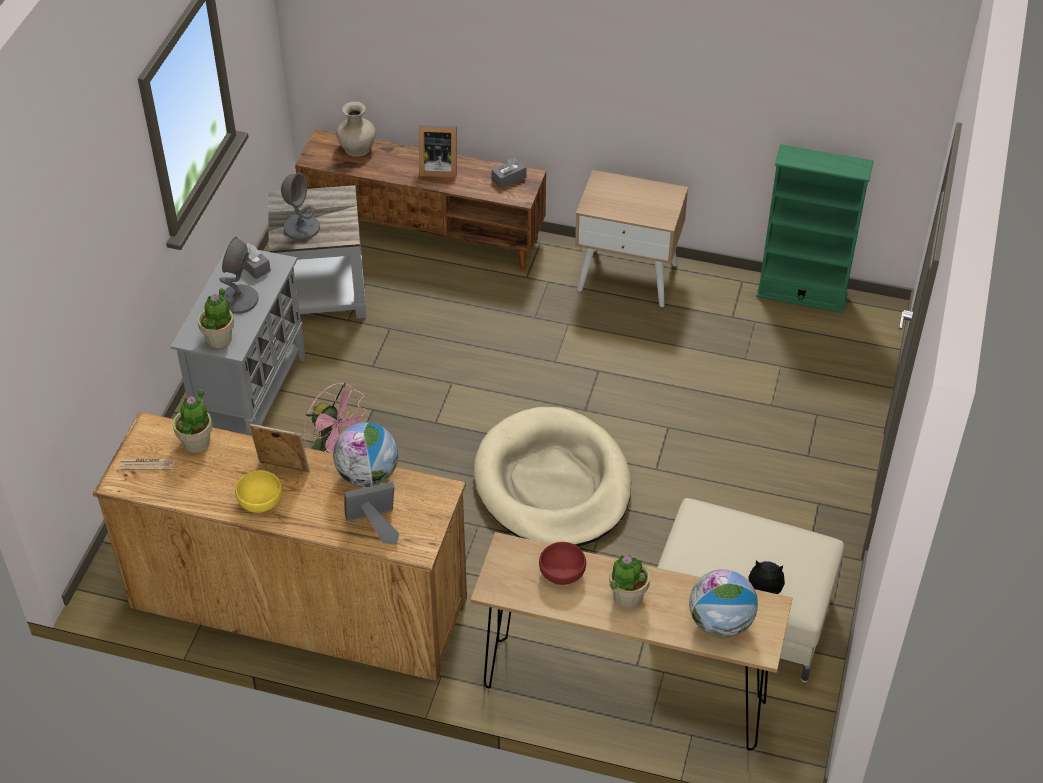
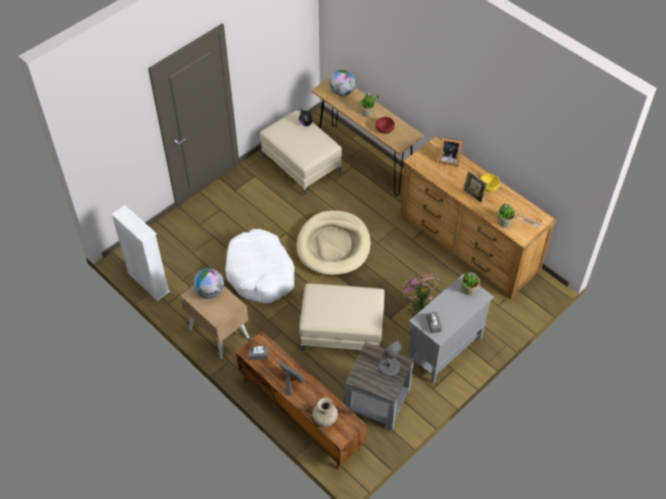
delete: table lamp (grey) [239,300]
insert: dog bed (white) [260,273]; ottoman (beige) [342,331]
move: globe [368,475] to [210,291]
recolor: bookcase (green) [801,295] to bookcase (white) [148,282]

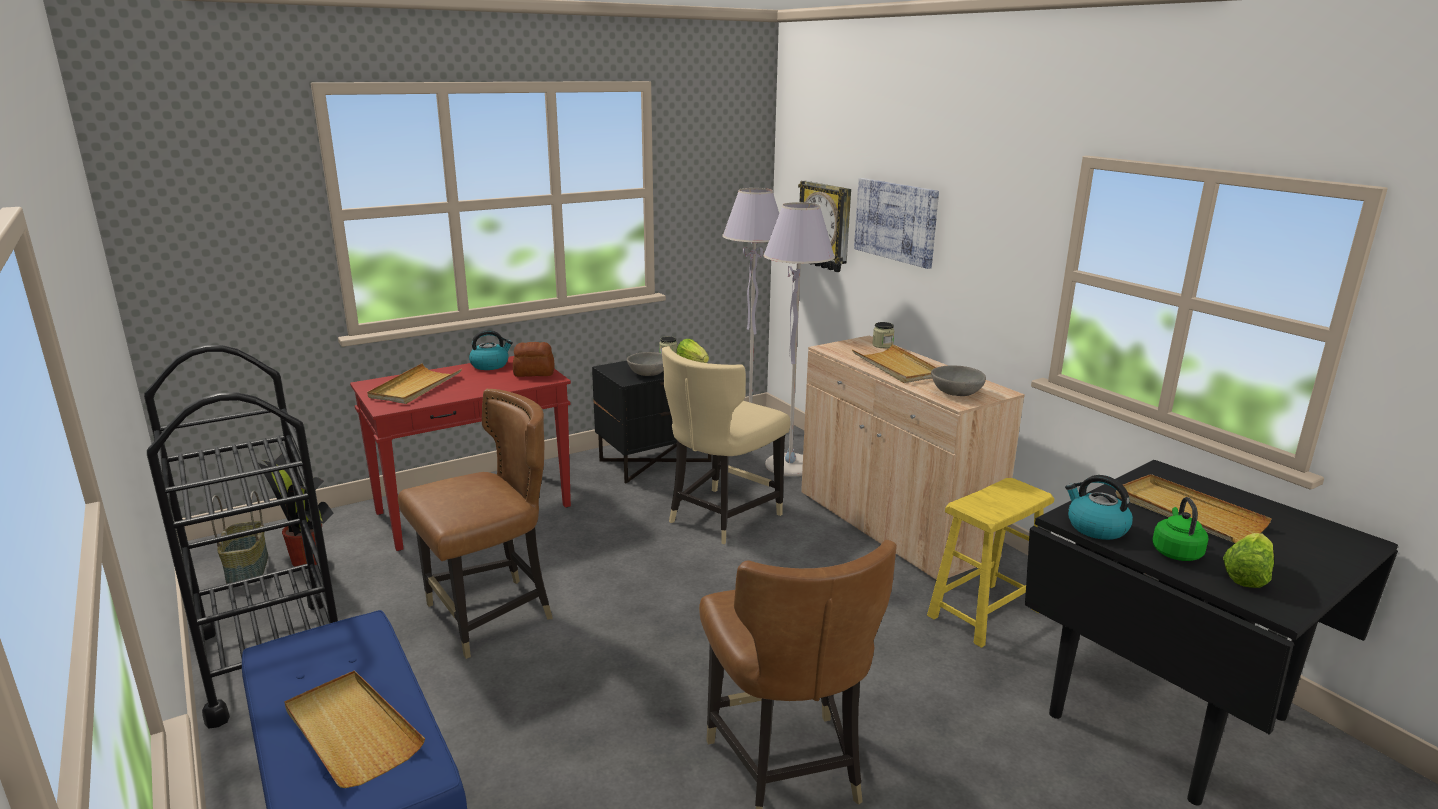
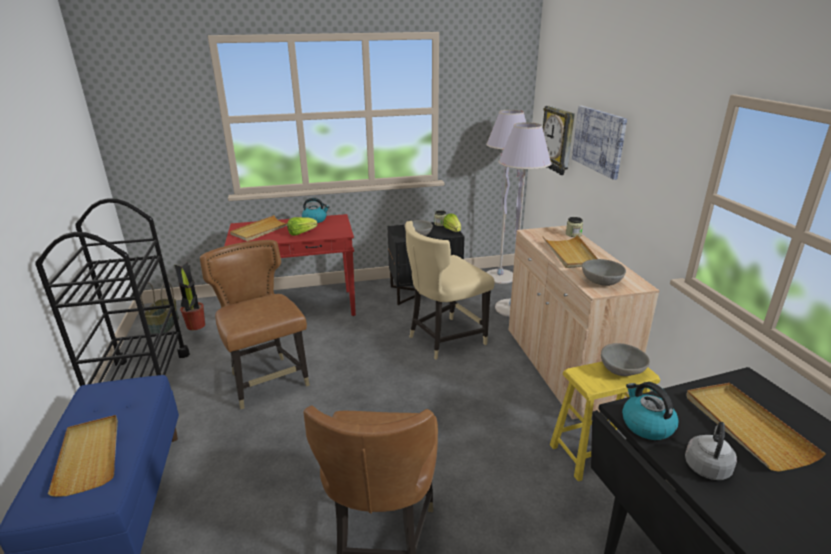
delete: bread [534,373]
insert: bowl (grey) [621,370]
move: lettuce [1246,575] to [301,233]
recolor: kettle (green) [1175,552] to kettle (grey) [707,466]
rotate: chair (brown) [490,615] = [267,381] 105 degrees counterclockwise

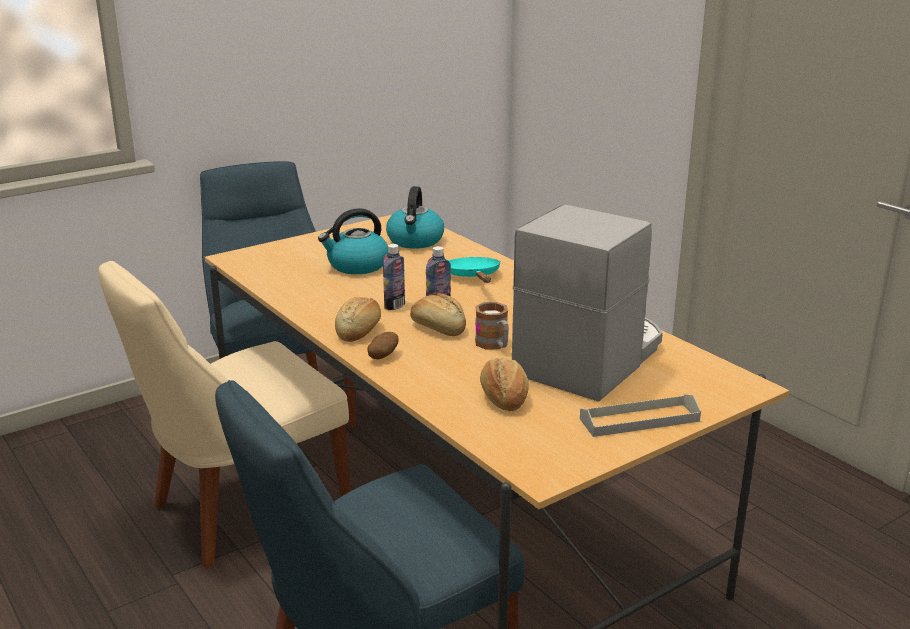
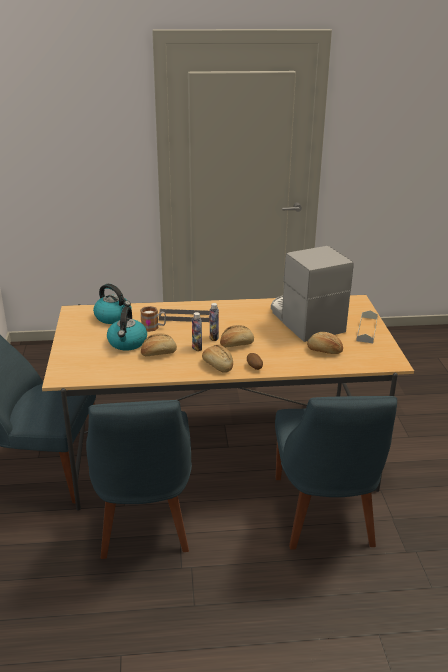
insert: bread [158,353]
move: mug [494,345] to [153,327]
replace: frying pan (turquoise) [473,277] to tray (grey) [185,317]
recolor: chair (beige) [242,510] to chair (blue) [143,521]

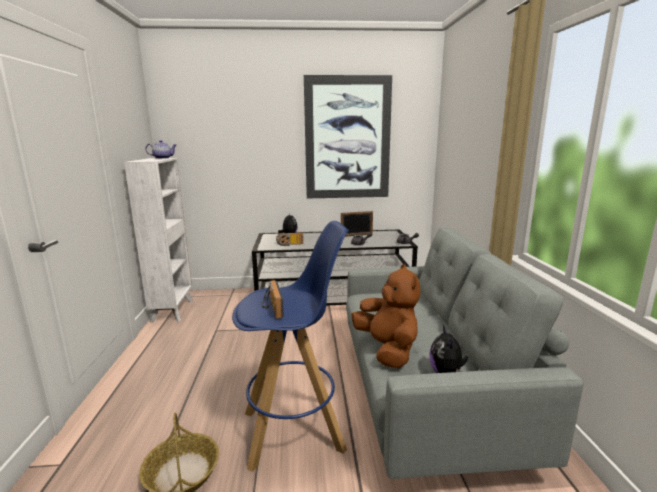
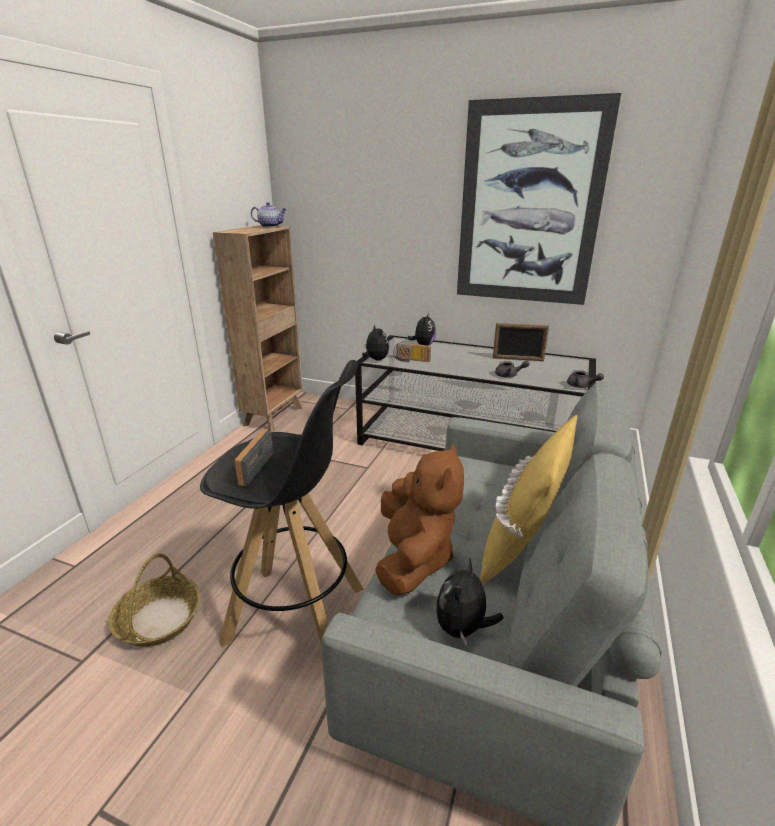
insert: plush toy [375,359]; pillow (yellow) [522,547]
recolor: bookcase (white) [173,310] to bookcase (brown) [274,416]; stool (blue) [294,430] to stool (black) [297,614]

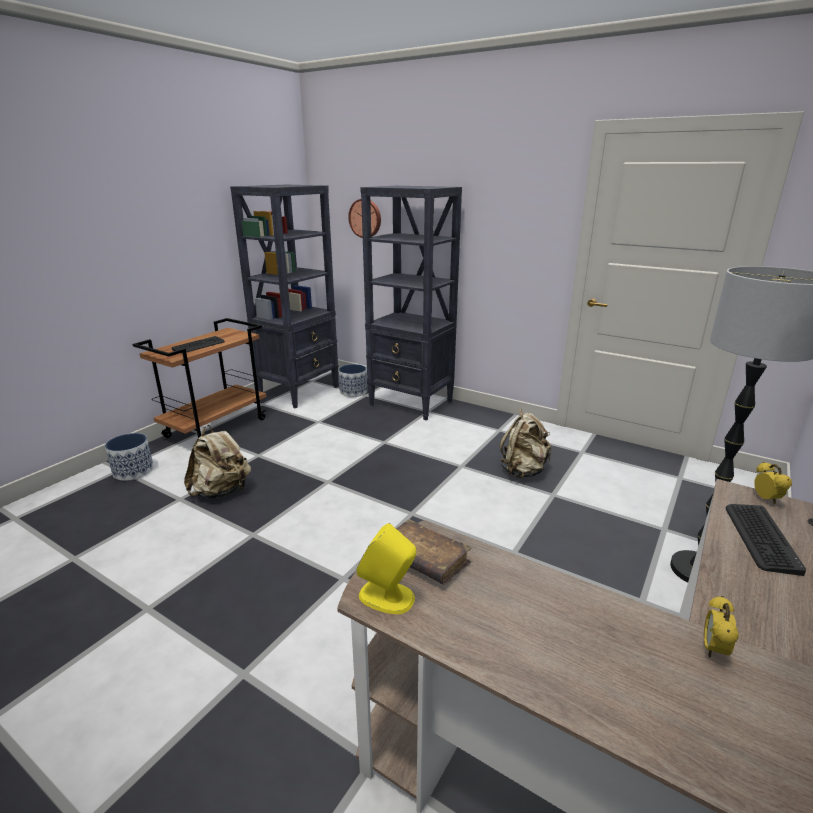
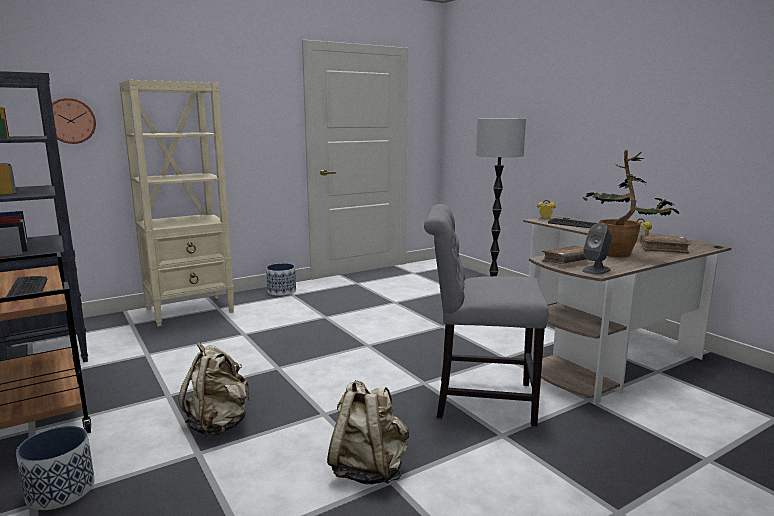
insert: chair (grey) [478,400]; potted plant [622,255]; book (brown) [663,249]
move: planter [353,392] to [282,291]; backpack (beige) [523,470] to [368,469]
recolor: speaker (yellow) [387,597] to speaker (grey) [596,270]; bookcase (black) [411,403] to bookcase (beige) [191,310]

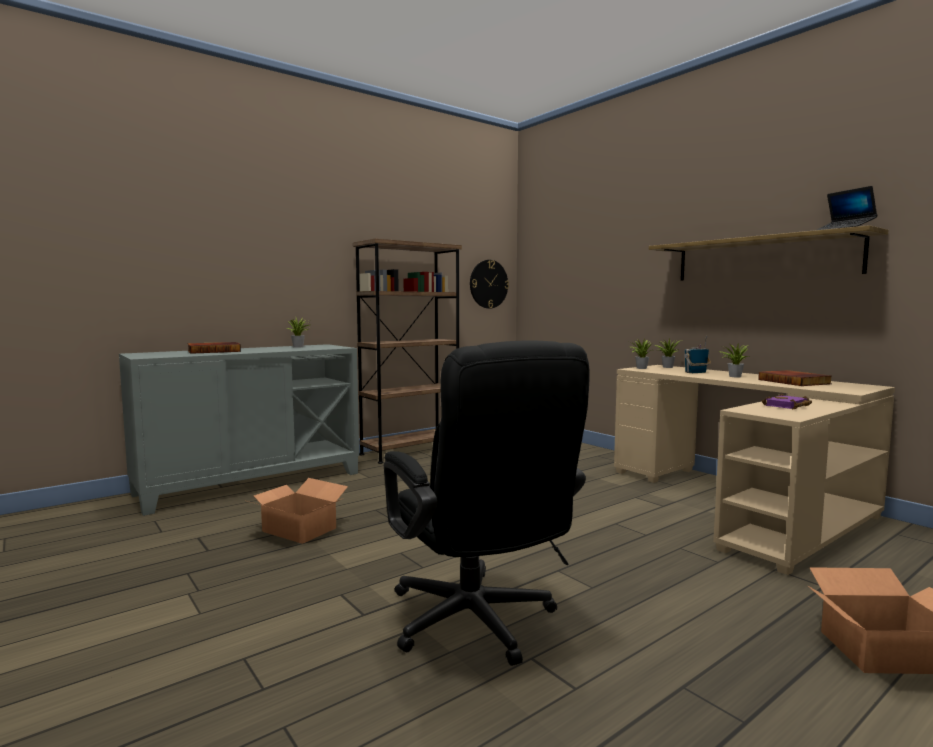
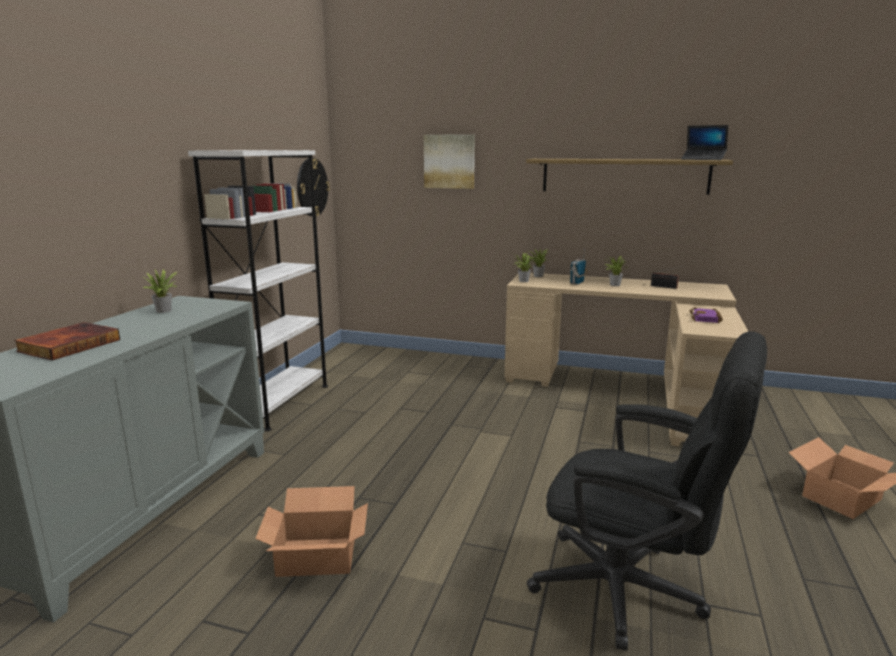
insert: picture [449,161]
replace: book [795,382] to radio [665,287]
recolor: bookcase (brown) [410,451] to bookcase (white) [279,403]

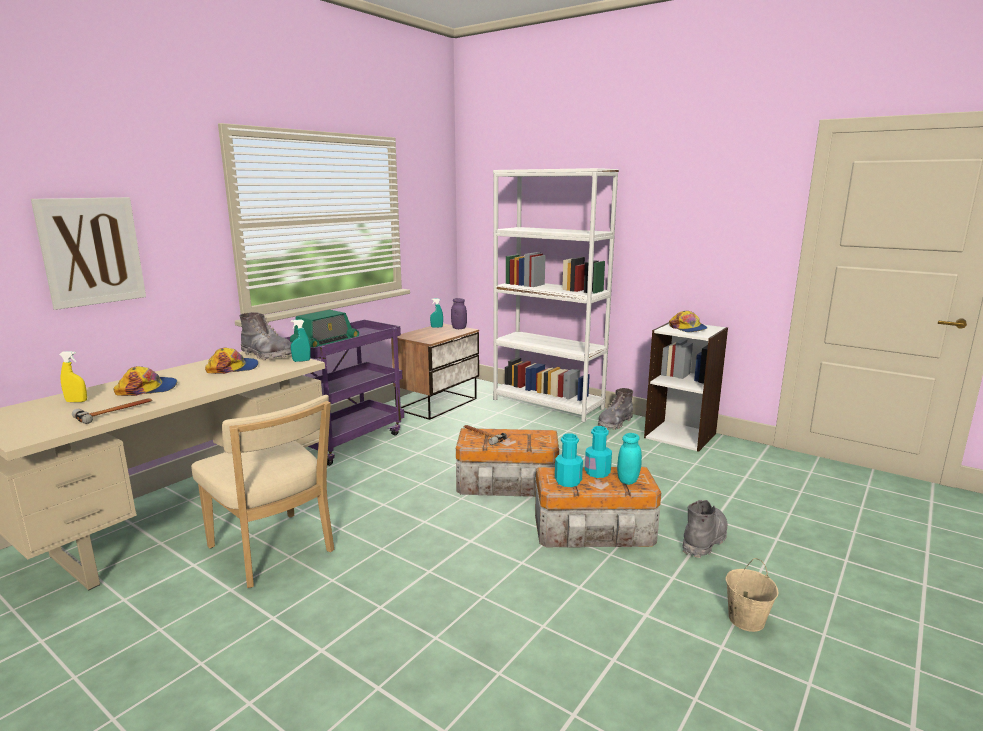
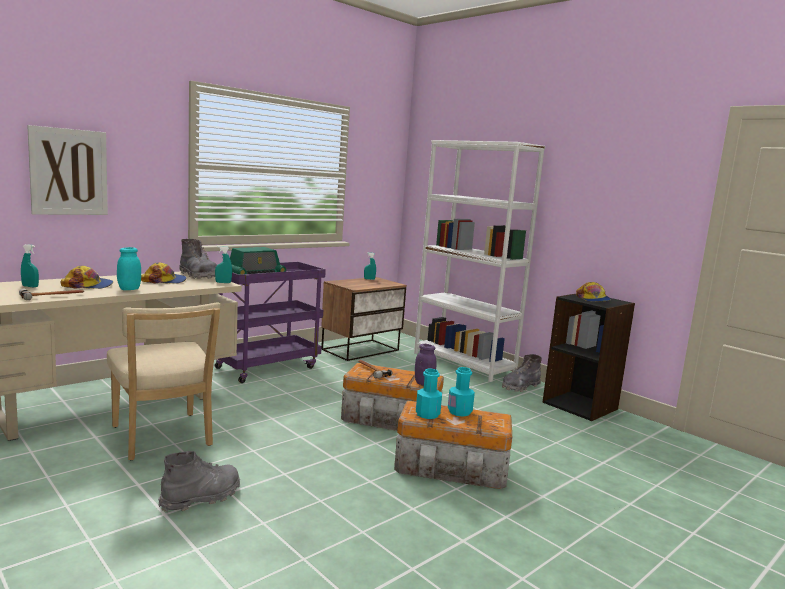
delete: bucket (beige) [745,619]
move: jar (purple) [459,328] to [424,383]; jar (turquoise) [628,480] to [129,289]; boot (grey) [704,540] to [201,497]
recolor: spray bottle (yellow) [76,401] to spray bottle (turquoise) [30,286]; bookcase (white) [680,435] to bookcase (black) [580,405]

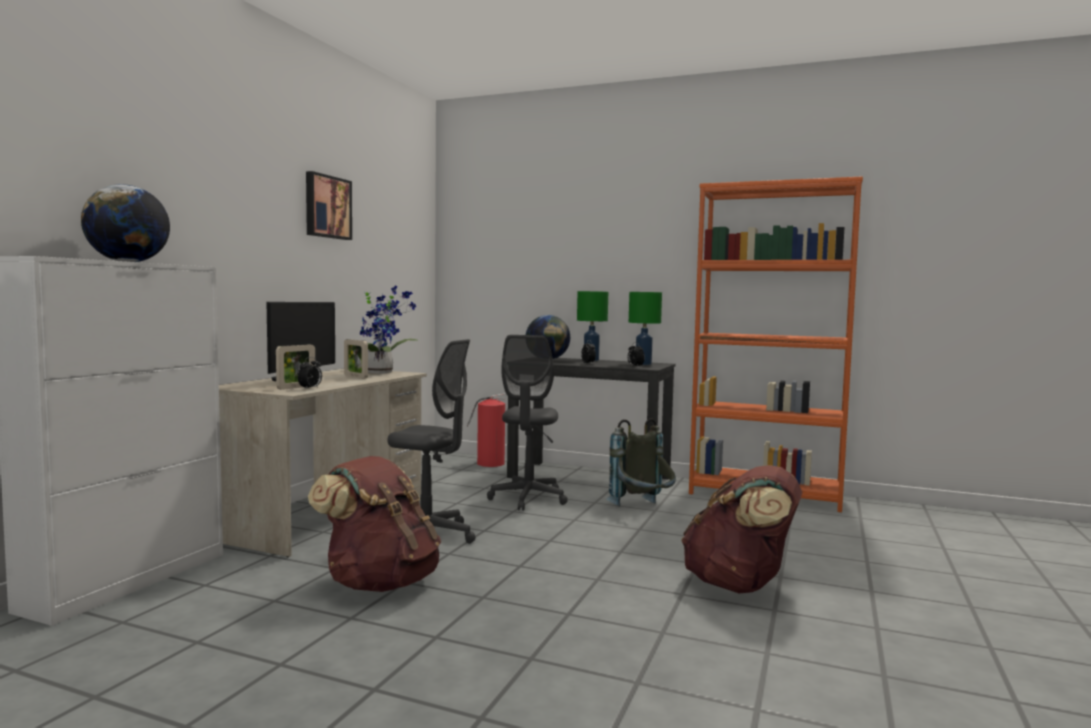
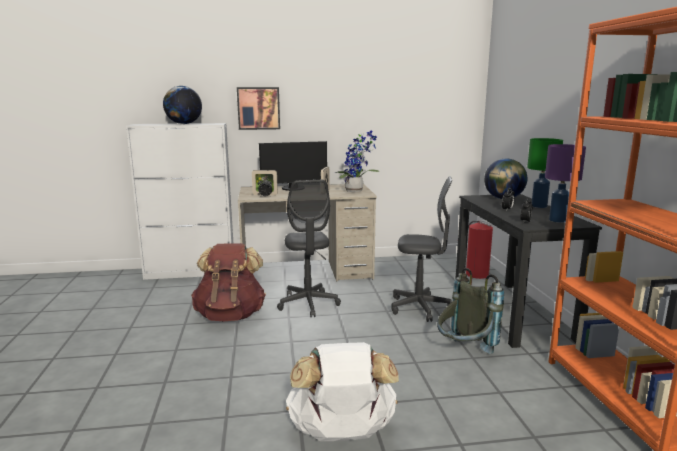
move: picture [327,207] to [258,108]
recolor: table lamp (green) [642,364] to table lamp (purple) [557,220]; backpack (brown) [740,585] to backpack (white) [342,434]
rotate: office chair (grey) [528,499] = [420,307] 150 degrees counterclockwise

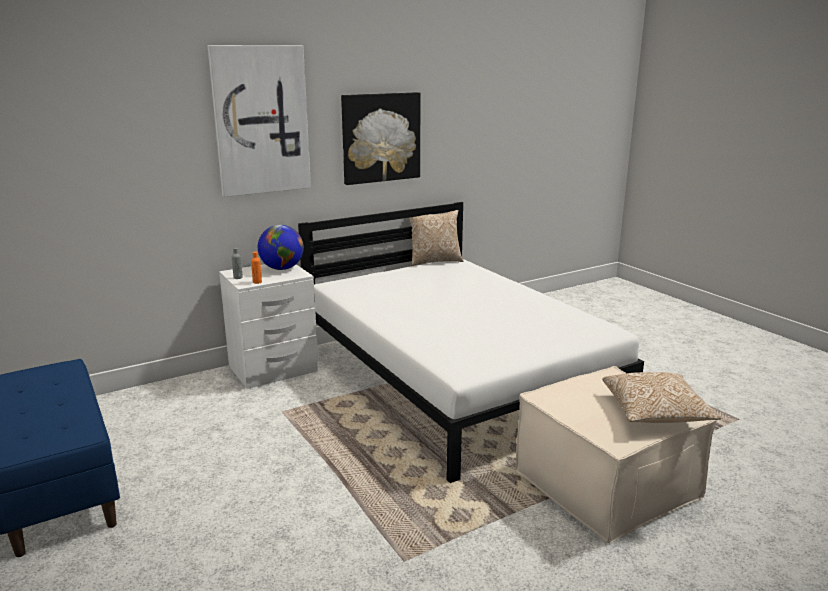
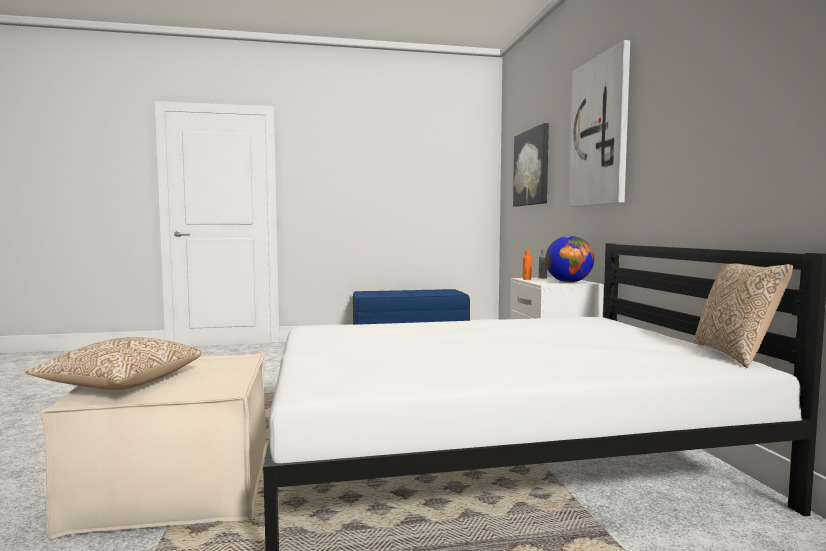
move: picture [381,137] to [532,167]

